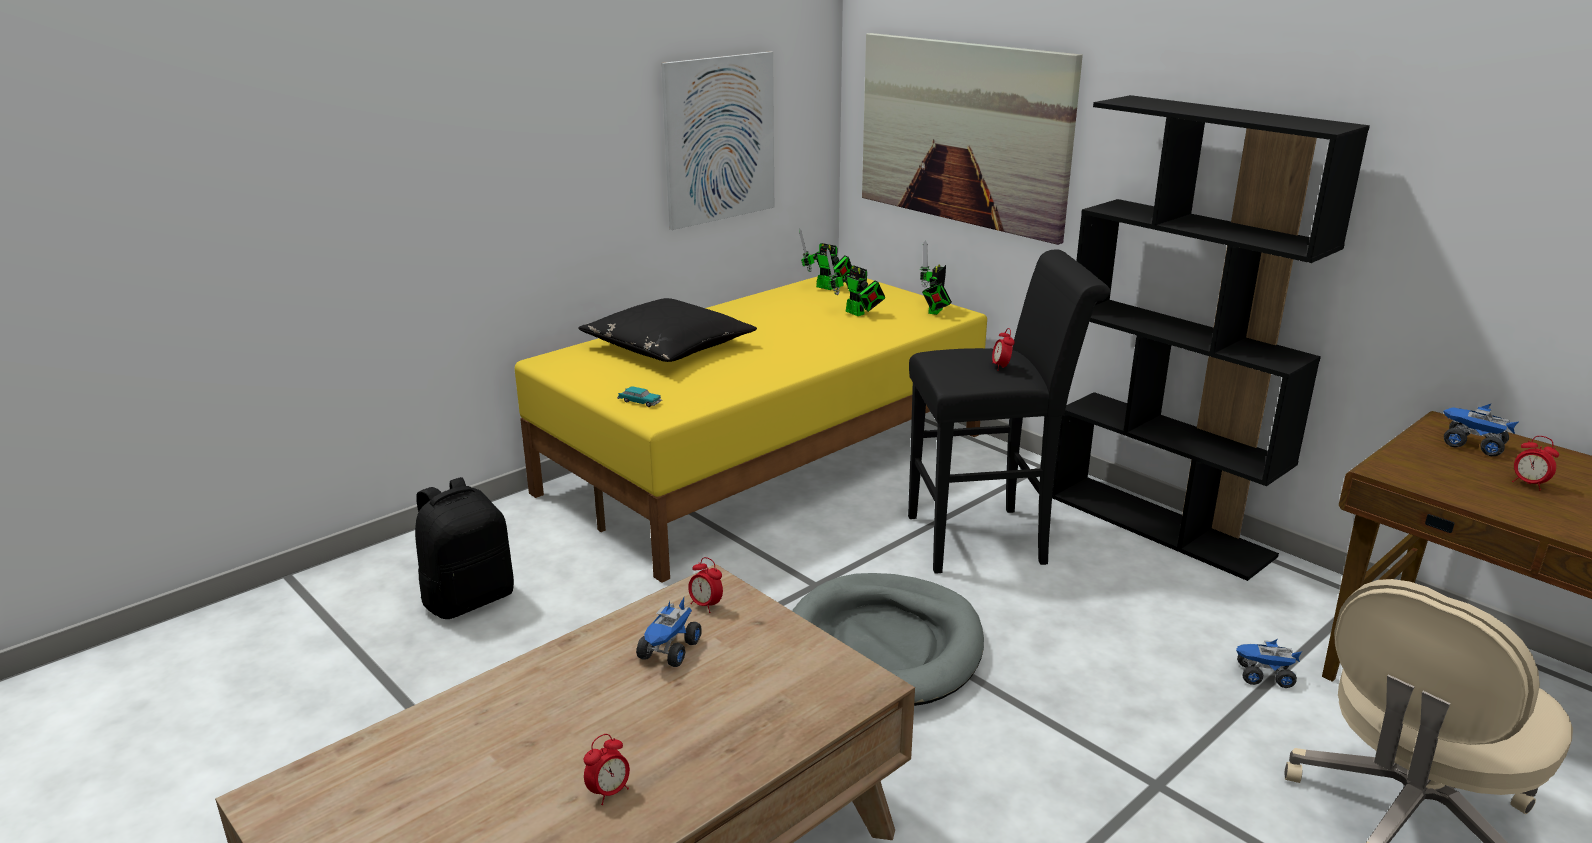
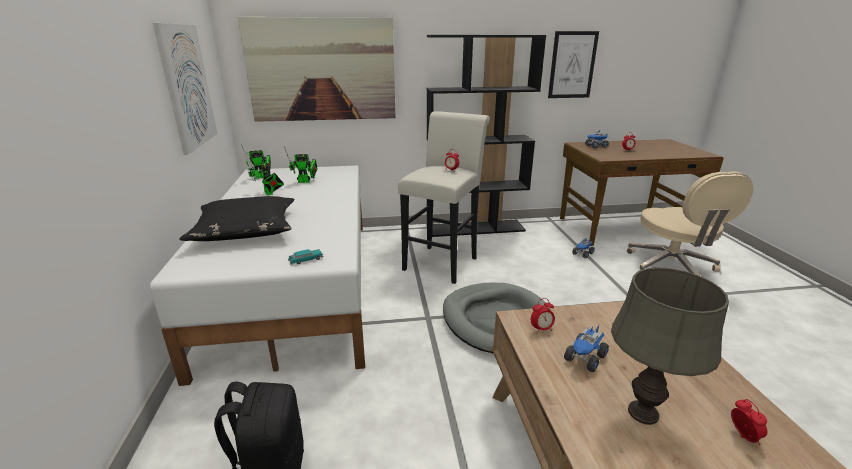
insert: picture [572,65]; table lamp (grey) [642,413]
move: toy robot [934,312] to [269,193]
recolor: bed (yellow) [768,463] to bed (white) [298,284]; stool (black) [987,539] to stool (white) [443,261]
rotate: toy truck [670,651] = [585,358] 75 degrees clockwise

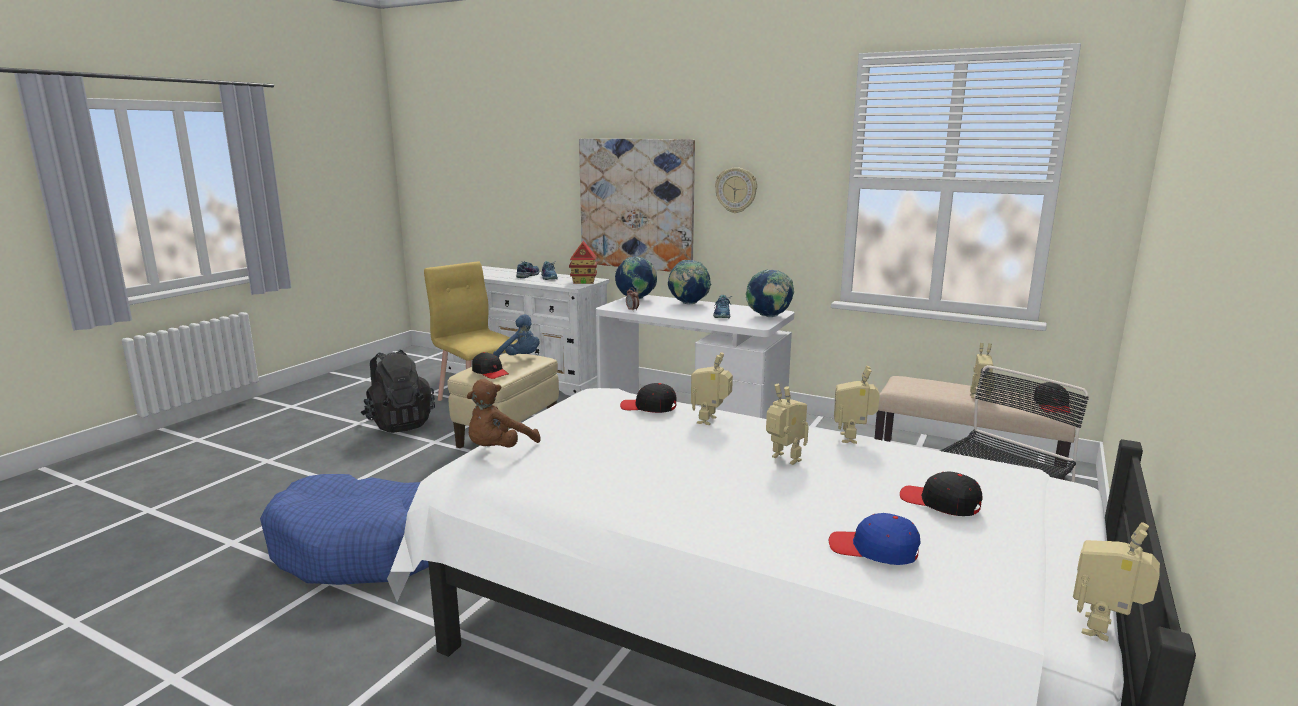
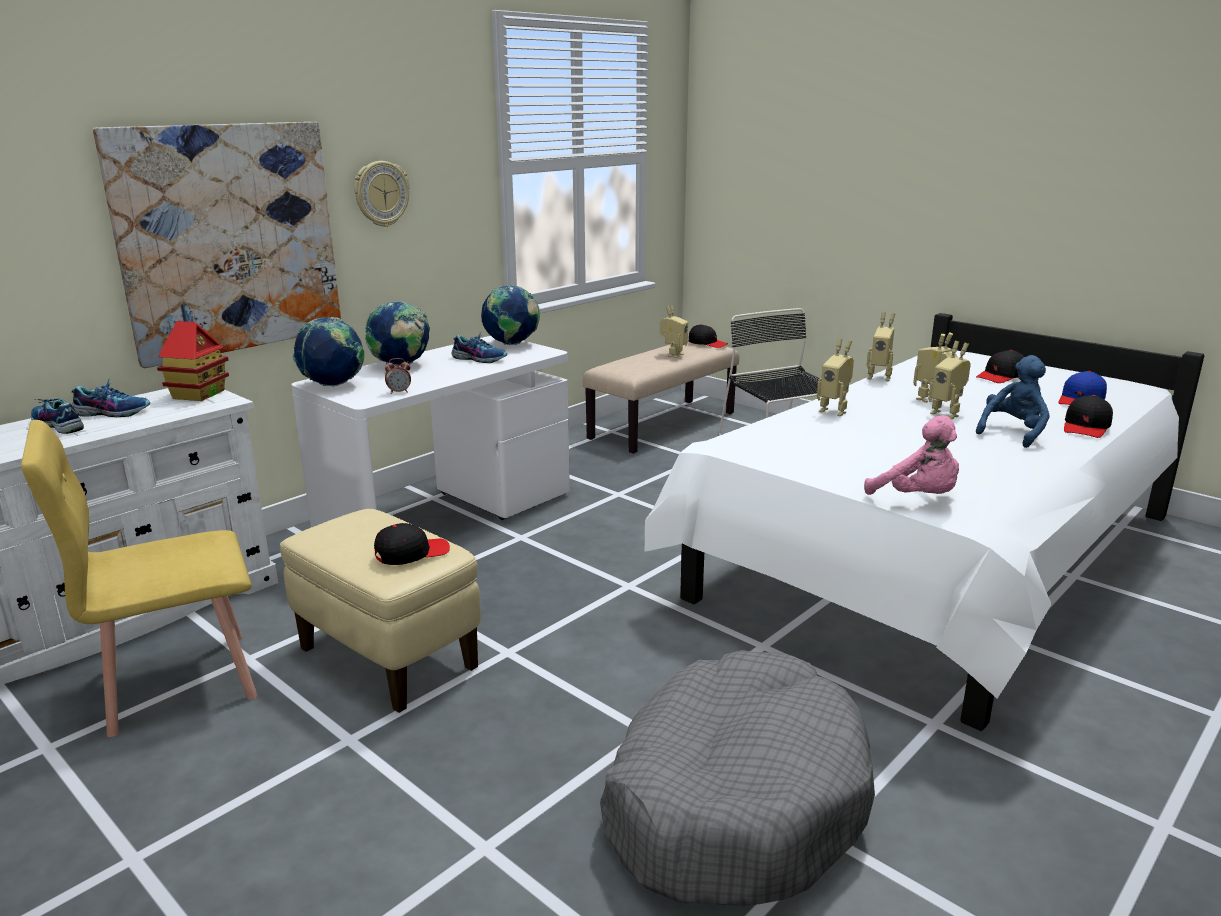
delete: backpack (black) [399,423]
move: plush toy (blue) [520,358] to [1013,433]; cap (black) [649,407] to [1086,427]; toy robot [1105,630] to [946,414]
recolor: dog bed (blue) [369,547] to dog bed (grey) [734,800]; plush toy (brown) [498,450] to plush toy (pink) [917,498]

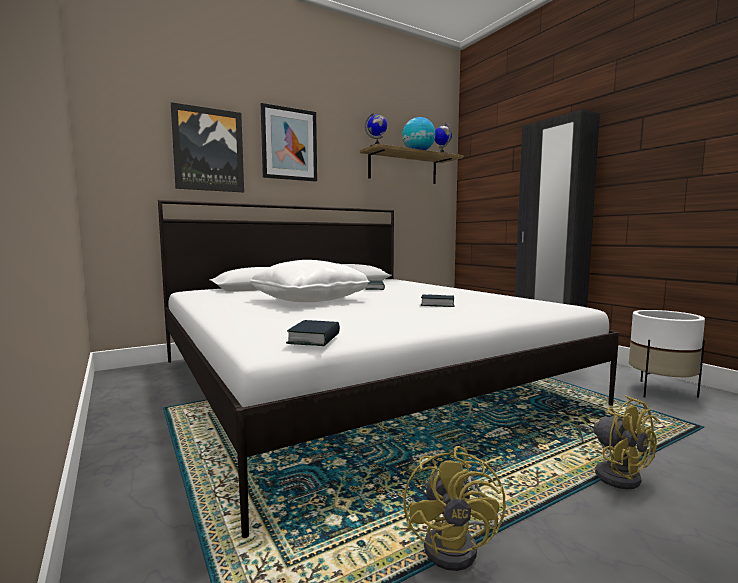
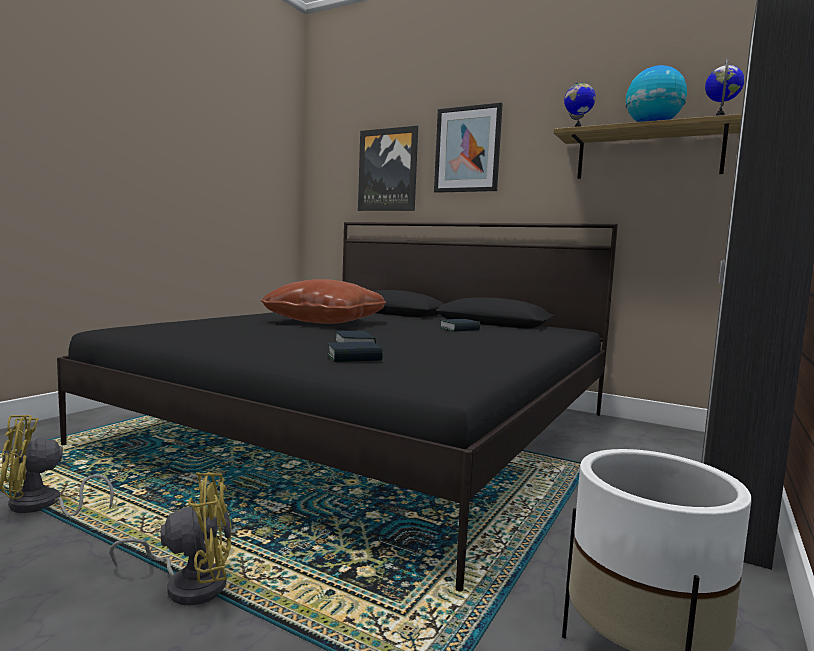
move: book [314,339] to [354,358]
recolor: bed (white) [357,380] to bed (black) [373,428]; pillow (white) [309,300] to pillow (brown) [325,322]
rotate: fan (yellow) [615,473] = [189,584] 135 degrees counterclockwise

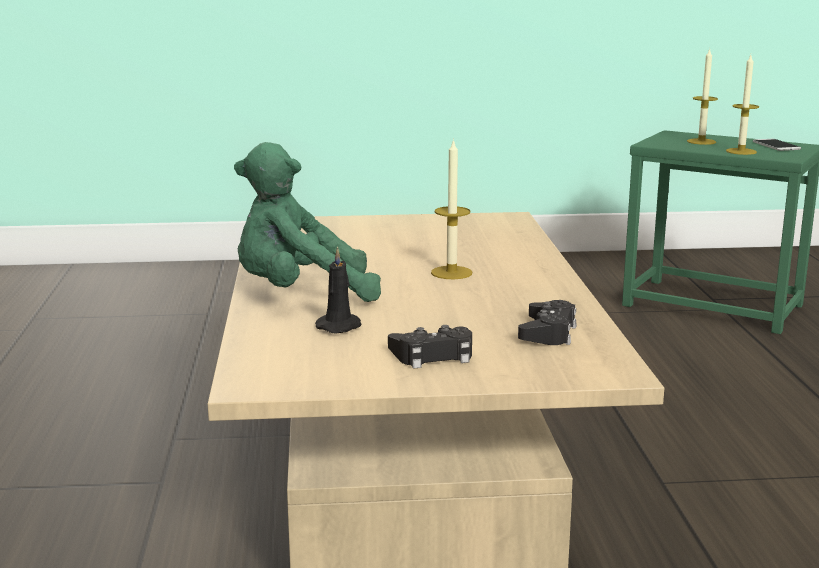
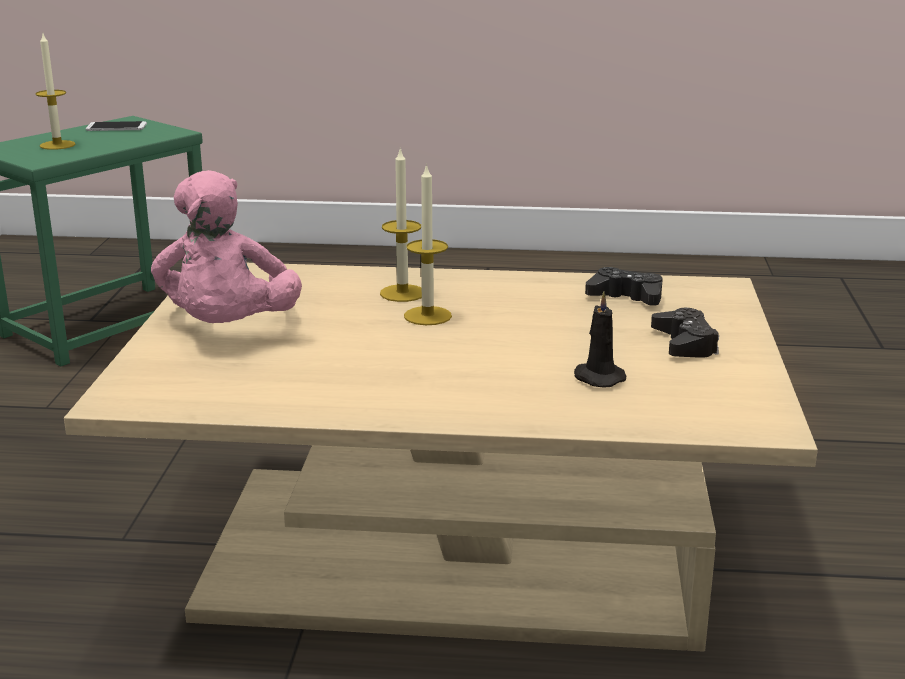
delete: plush toy (green) [300,295]
insert: plush toy (pink) [228,330]
move: candle [741,151] to [402,293]

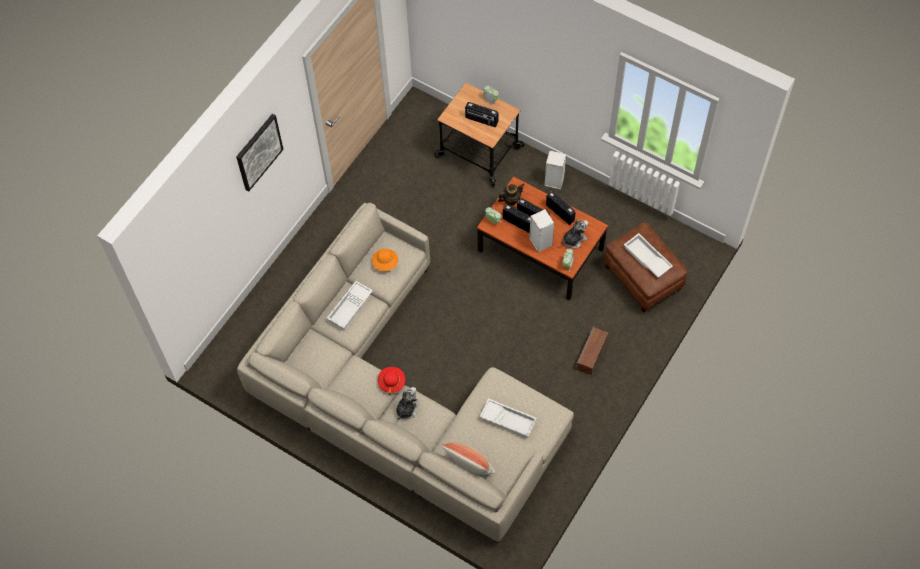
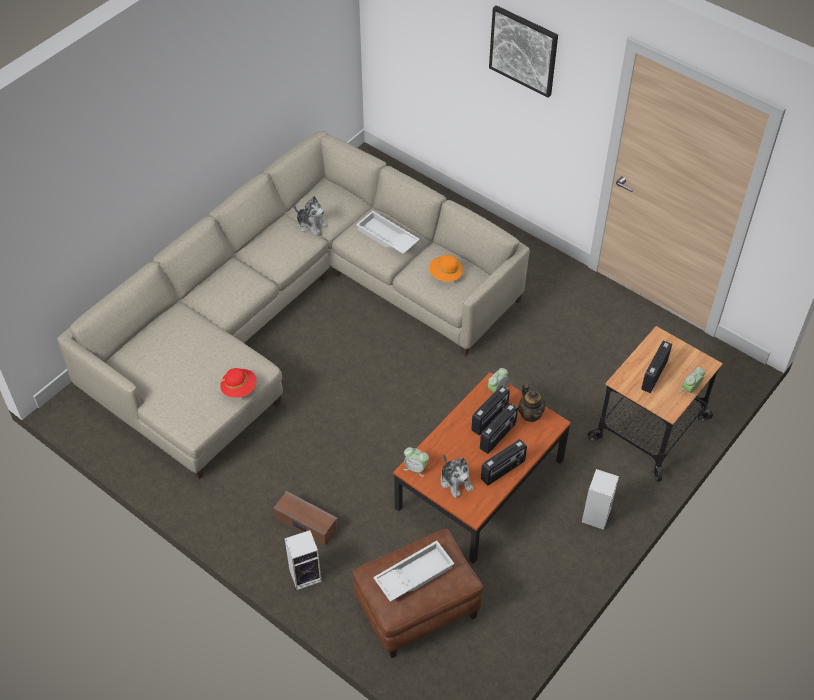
delete: pillow [469,466]; tray (white) [508,419]
move: hat (red) [391,382] to [239,388]; plush toy [407,409] to [311,224]; speaker [540,241] to [306,575]

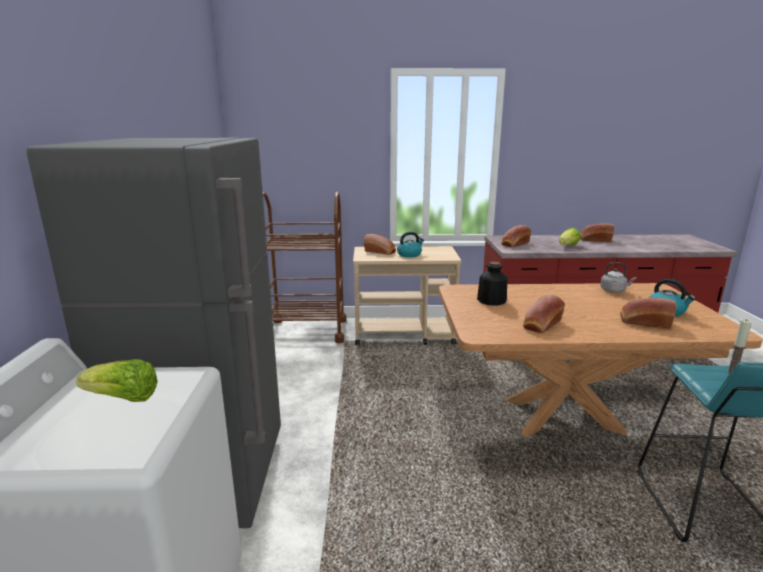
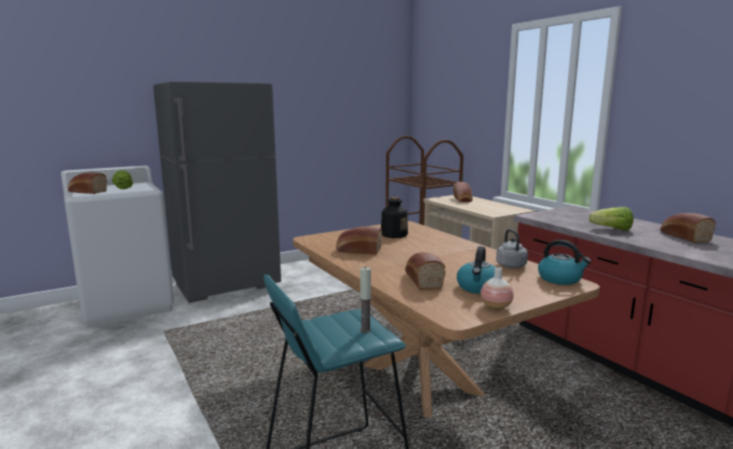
insert: vase [495,307]
move: kettle [409,254] to [560,279]; bread [514,244] to [86,192]

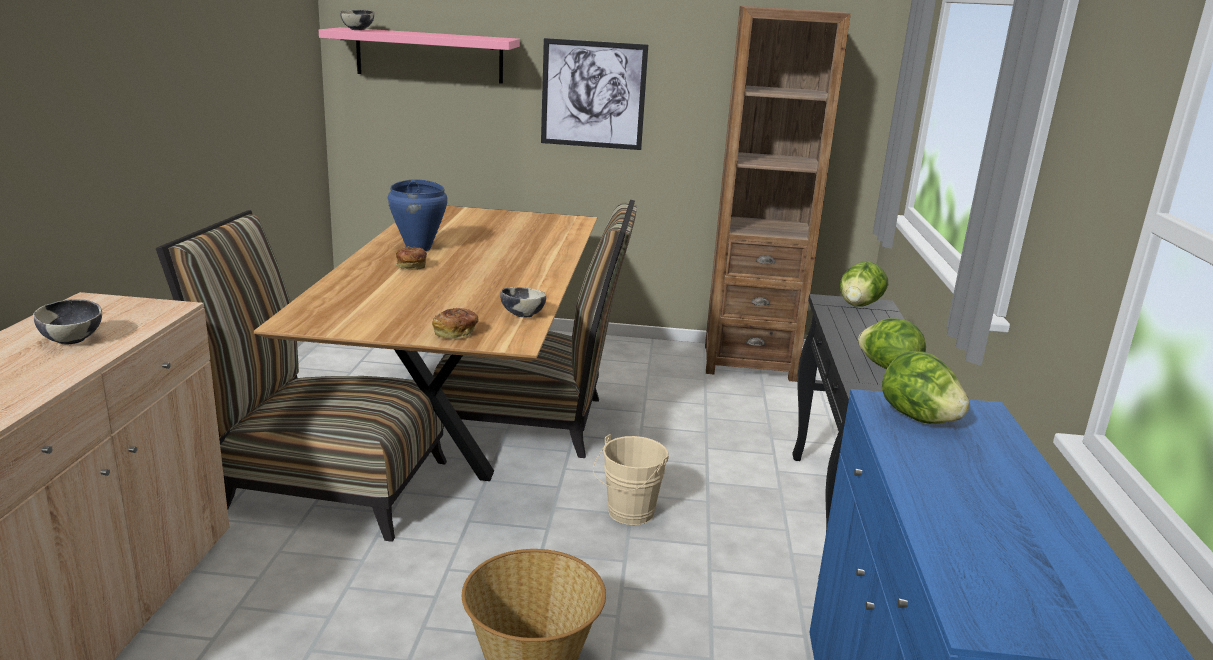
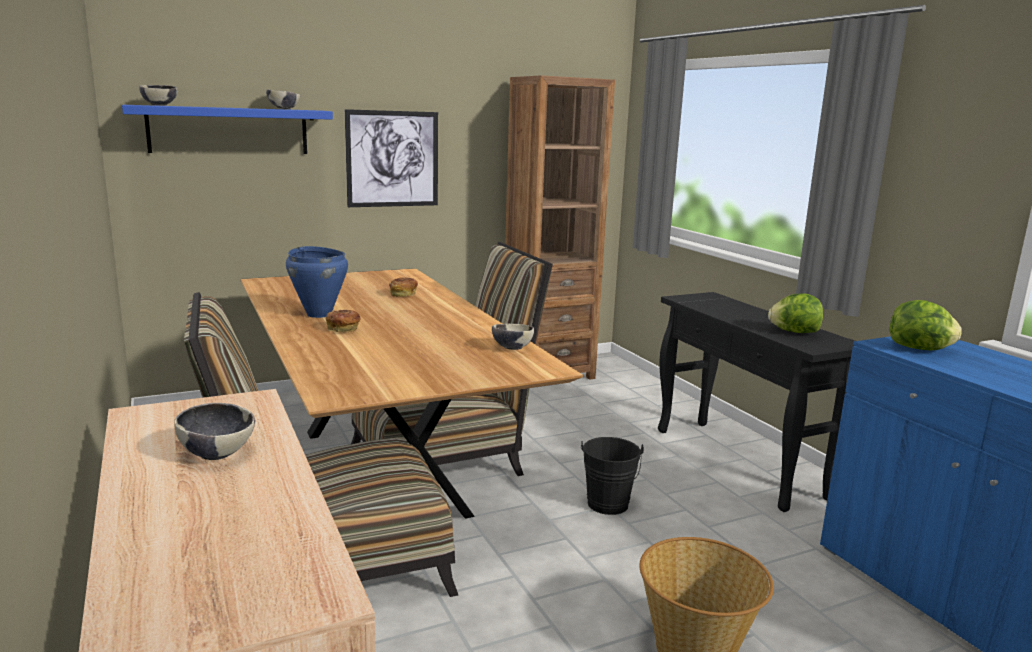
delete: lettuce [859,305]
insert: bowl [283,109]
move: bread [455,333] to [403,294]
recolor: shelf (pink) [429,55] to shelf (blue) [229,130]; bucket (beige) [628,514] to bucket (black) [608,506]

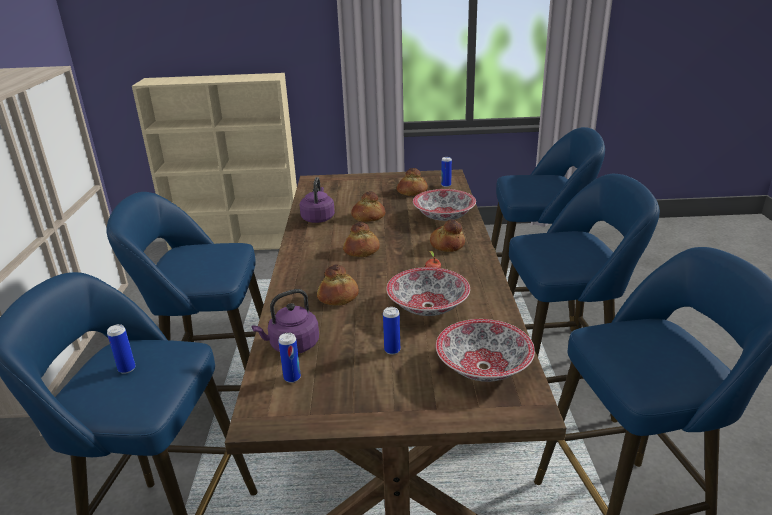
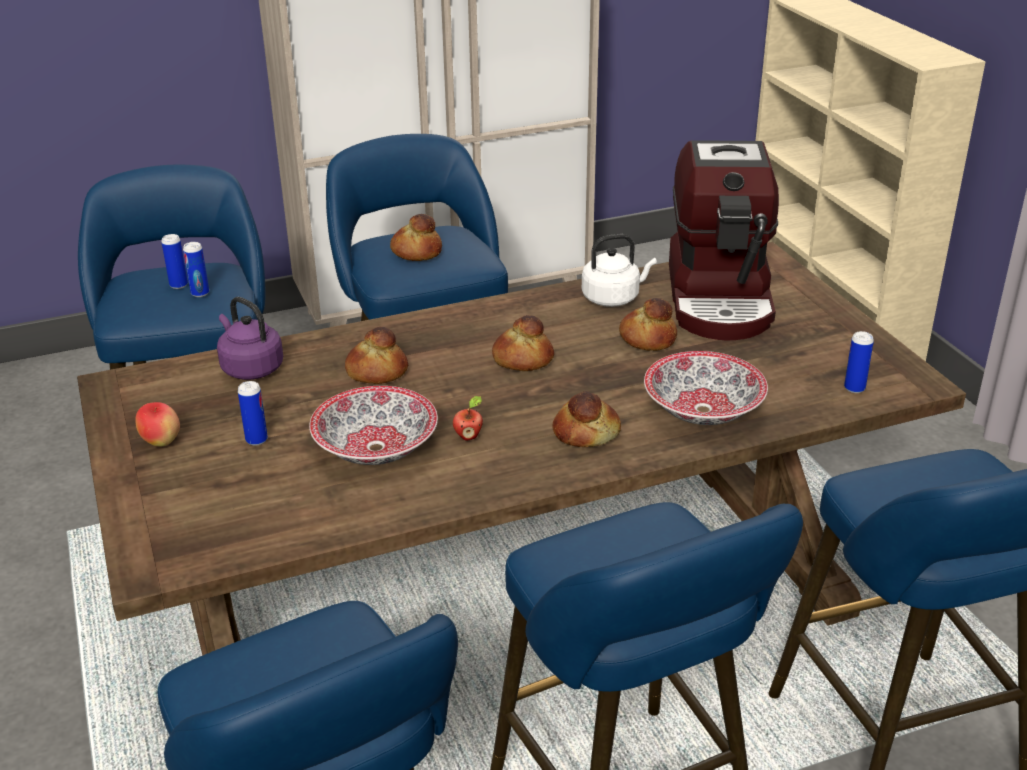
delete: bowl [483,367]
insert: apple [161,442]; coffee machine [721,298]
move: can [292,378] to [200,293]; bread [412,191] to [416,252]
recolor: kettle (purple) [318,218] to kettle (white) [613,298]

